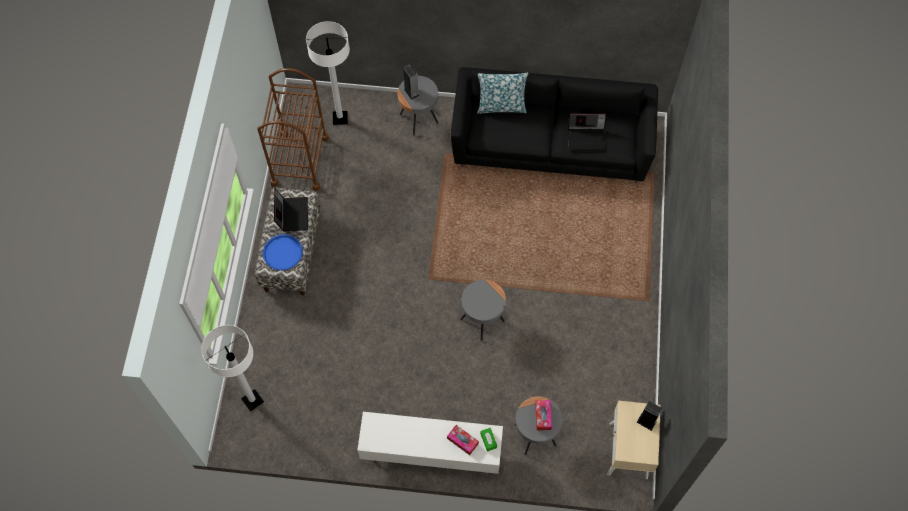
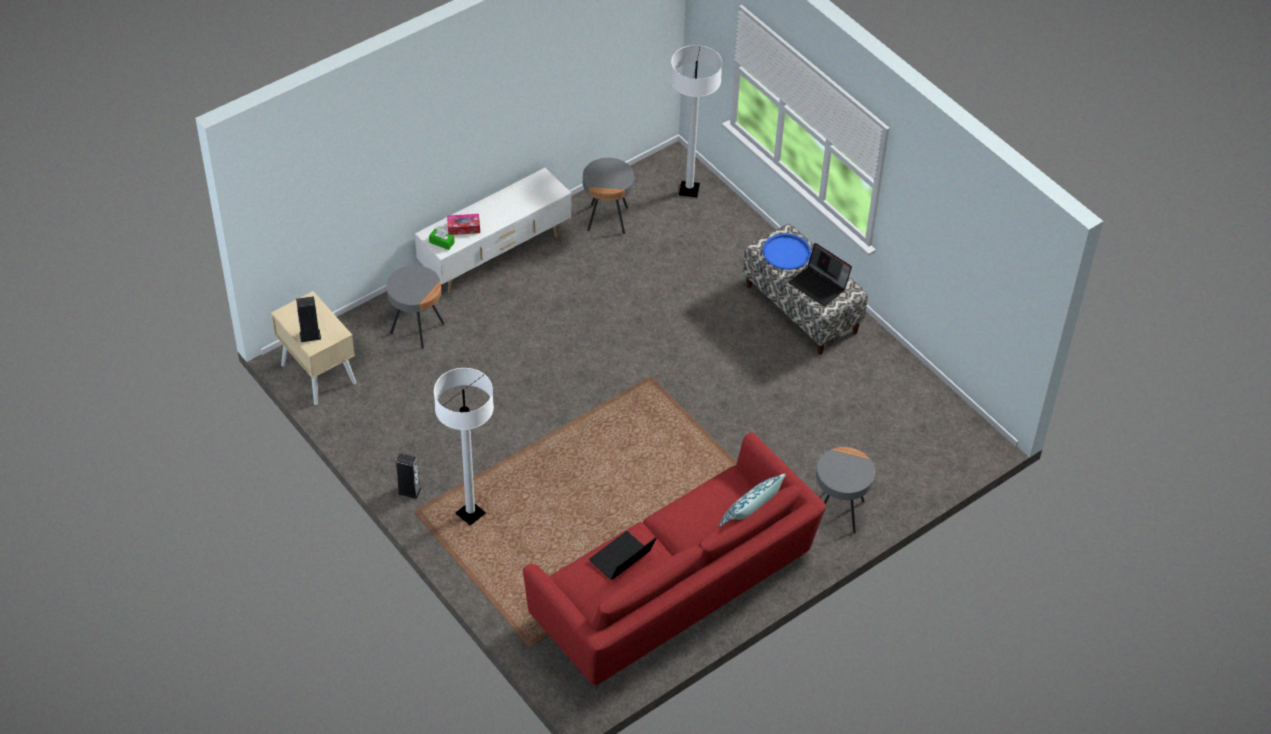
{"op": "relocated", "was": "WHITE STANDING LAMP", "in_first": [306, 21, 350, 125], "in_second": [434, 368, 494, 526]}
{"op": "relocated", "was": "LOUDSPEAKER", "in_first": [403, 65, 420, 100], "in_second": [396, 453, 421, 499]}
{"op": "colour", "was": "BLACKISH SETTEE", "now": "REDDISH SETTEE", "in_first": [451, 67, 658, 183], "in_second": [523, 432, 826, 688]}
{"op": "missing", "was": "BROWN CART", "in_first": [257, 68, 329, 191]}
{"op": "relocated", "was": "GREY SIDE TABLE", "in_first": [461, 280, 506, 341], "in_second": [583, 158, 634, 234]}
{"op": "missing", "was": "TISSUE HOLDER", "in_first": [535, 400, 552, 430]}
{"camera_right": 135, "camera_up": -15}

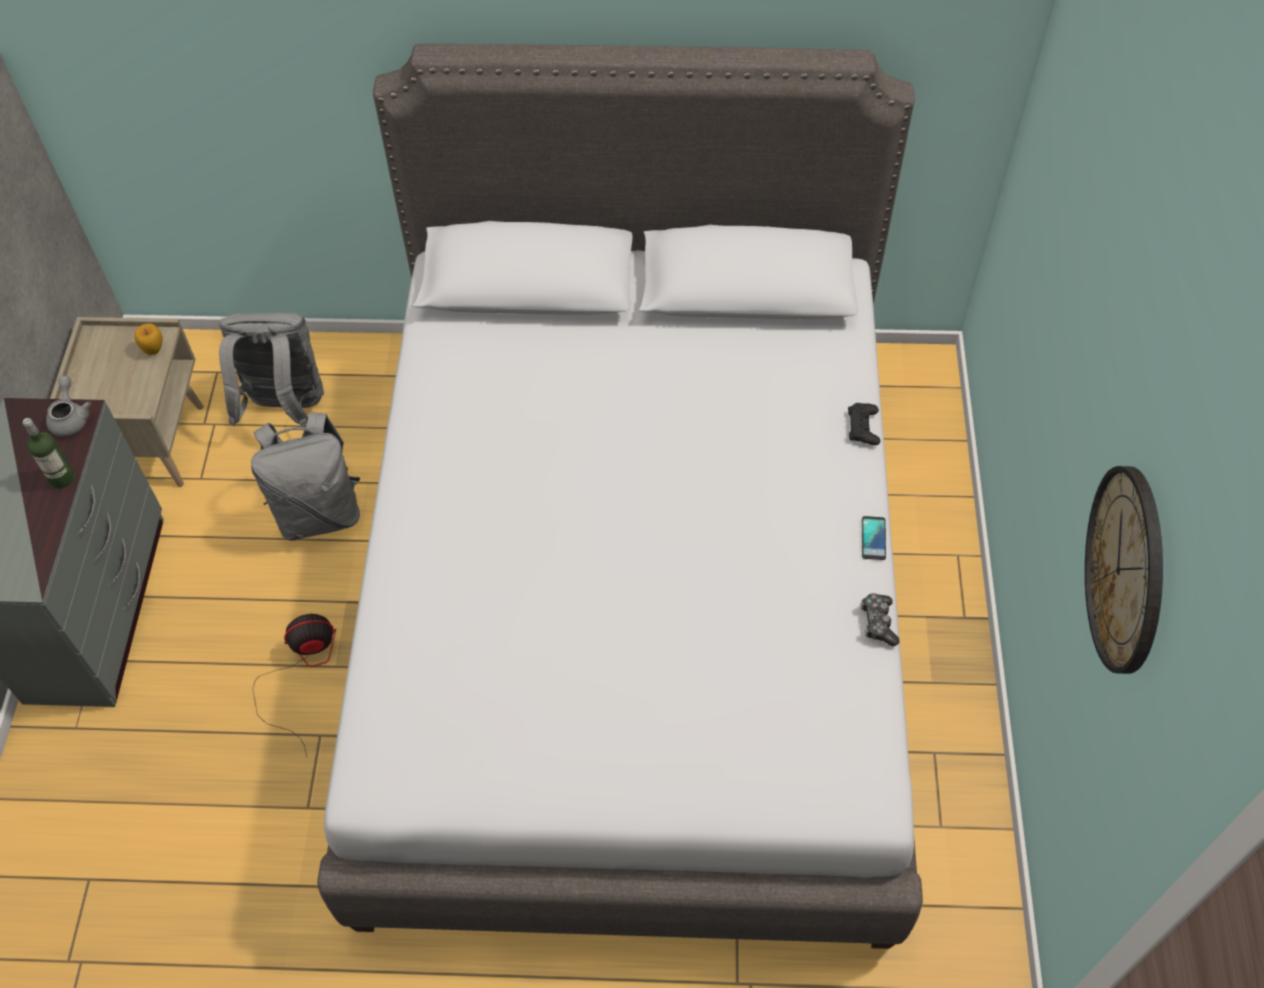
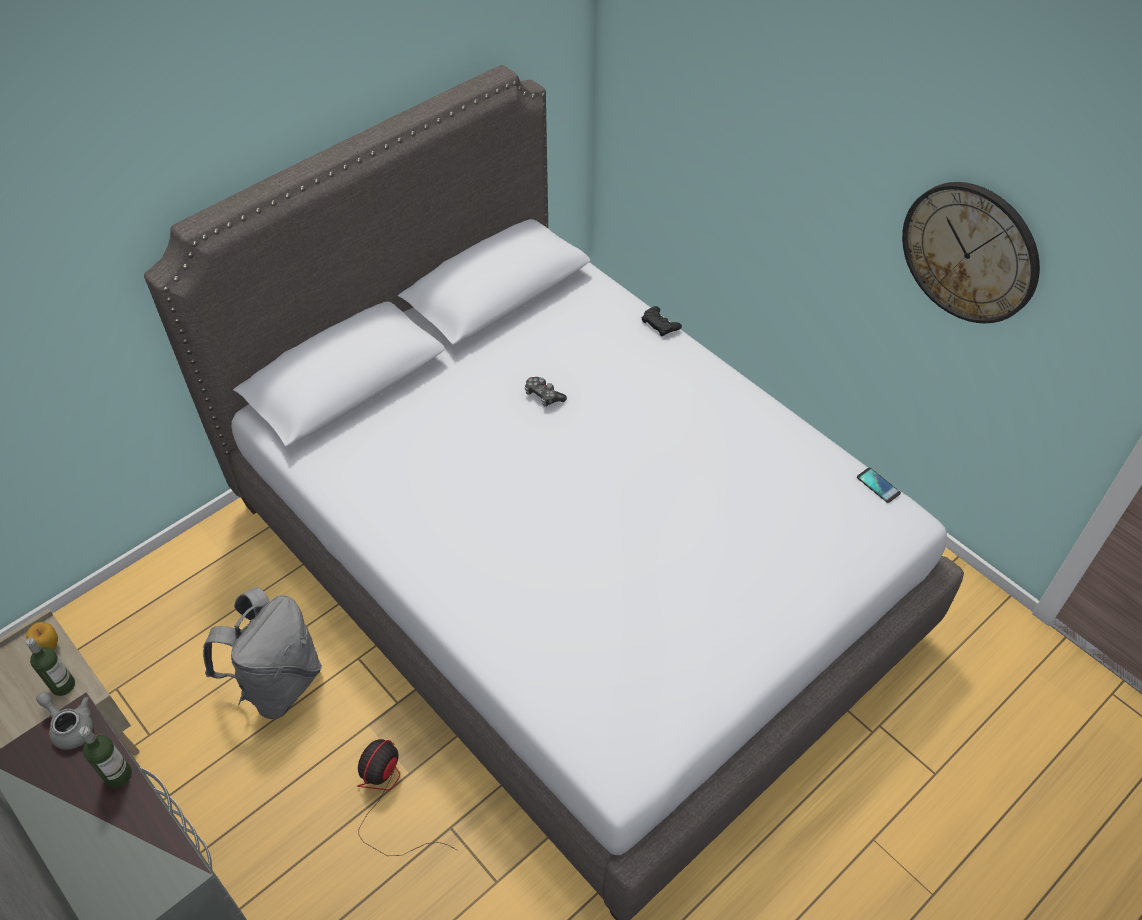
{"op": "missing", "was": "GREY RUCKSACK", "in_first": [219, 312, 324, 427]}
{"op": "relocated", "was": "TELEPHONE", "in_first": [862, 516, 886, 560], "in_second": [857, 468, 901, 503]}
{"op": "relocated", "was": "JOYPAD", "in_first": [861, 593, 900, 646], "in_second": [525, 377, 567, 406]}
{"op": "appeared", "now": "BEVERAGE BOTTLE", "in_second": [26, 638, 75, 696]}
{"camera_right": -45, "camera_up": -5}

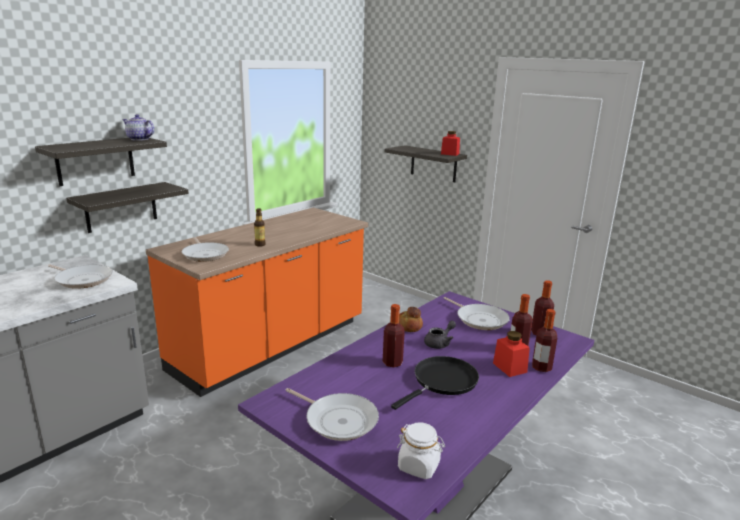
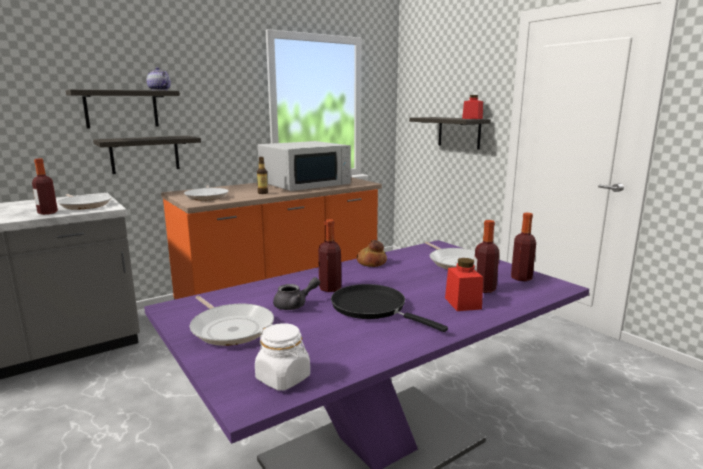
{"op": "relocated", "was": "BEVERAGE BOTTLE", "in_first": [532, 309, 557, 372], "in_second": [32, 159, 58, 215]}
{"op": "relocated", "was": "GREY TEA POT", "in_first": [424, 321, 456, 349], "in_second": [273, 277, 320, 310]}
{"op": "spun", "was": "BLACKISH SKILLET", "in_first": [391, 356, 479, 410], "in_second": [331, 284, 448, 332], "clockwise": -105}
{"op": "appeared", "now": "WHITE MICROWAVE", "in_second": [258, 141, 351, 191]}
{"camera_right": 15, "camera_up": -5}

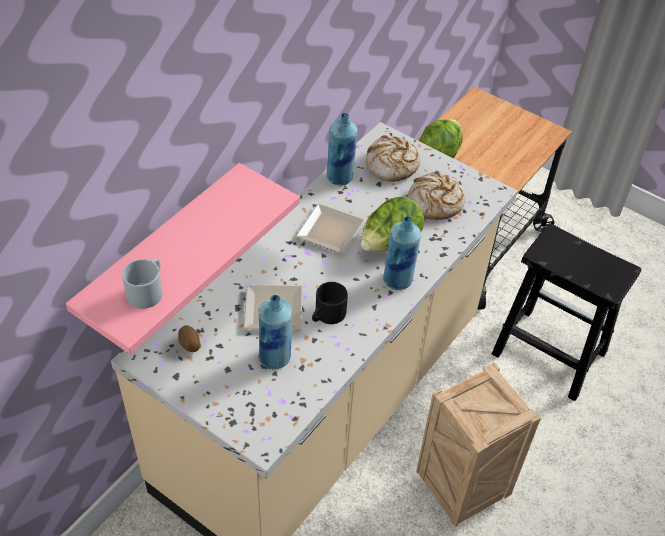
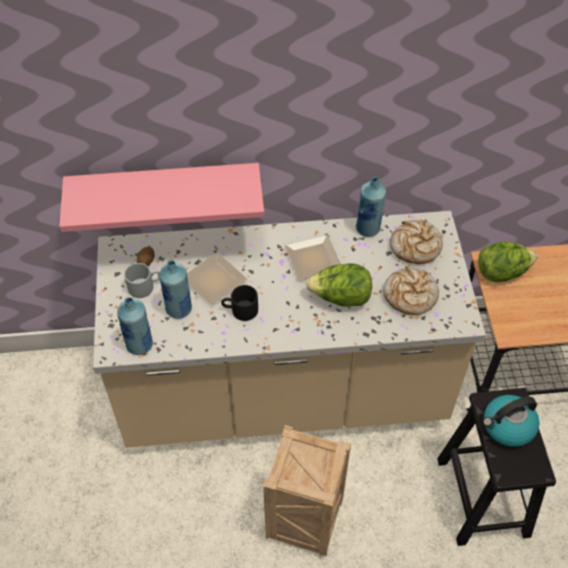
{"op": "relocated", "was": "BLUE BEVERAGE BOTTLE", "in_first": [383, 216, 421, 290], "in_second": [117, 297, 153, 355]}
{"op": "relocated", "was": "GREY TEA MUG", "in_first": [122, 258, 163, 309], "in_second": [124, 263, 160, 298]}
{"op": "appeared", "now": "KETTLE", "in_second": [483, 395, 539, 447]}
{"camera_right": 50, "camera_up": 5}

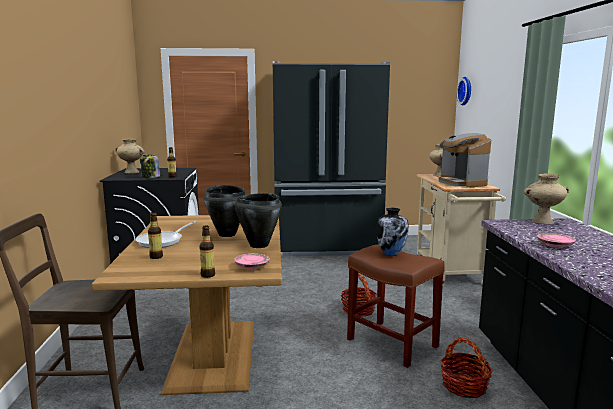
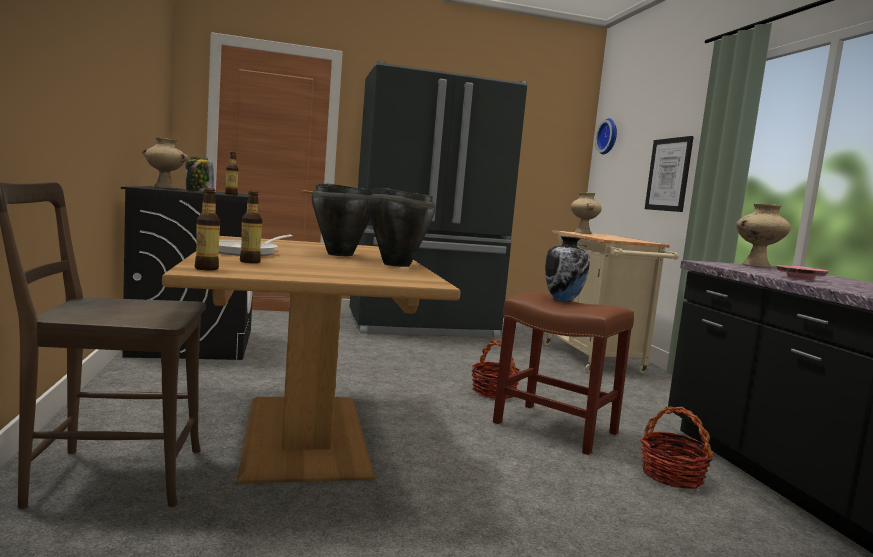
{"op": "missing", "was": "COFFEE BREWER", "in_first": [438, 133, 491, 188]}
{"op": "relocated", "was": "BEVERAGE BOTTLE", "in_first": [199, 225, 215, 278], "in_second": [195, 188, 220, 270]}
{"op": "missing", "was": "PINK PLATE", "in_first": [234, 253, 270, 269]}
{"op": "appeared", "now": "WALL PICTURE", "in_second": [645, 136, 694, 212]}
{"camera_right": -10, "camera_up": -5}

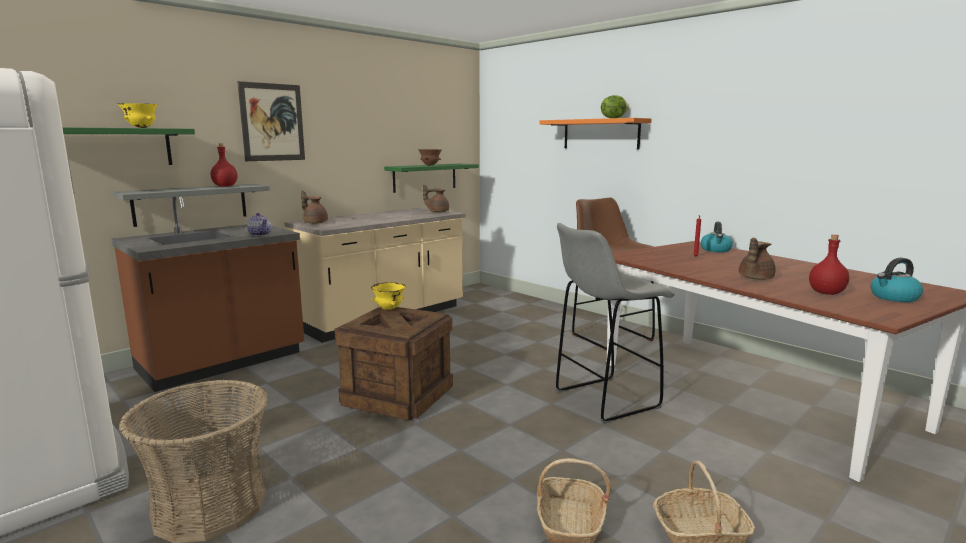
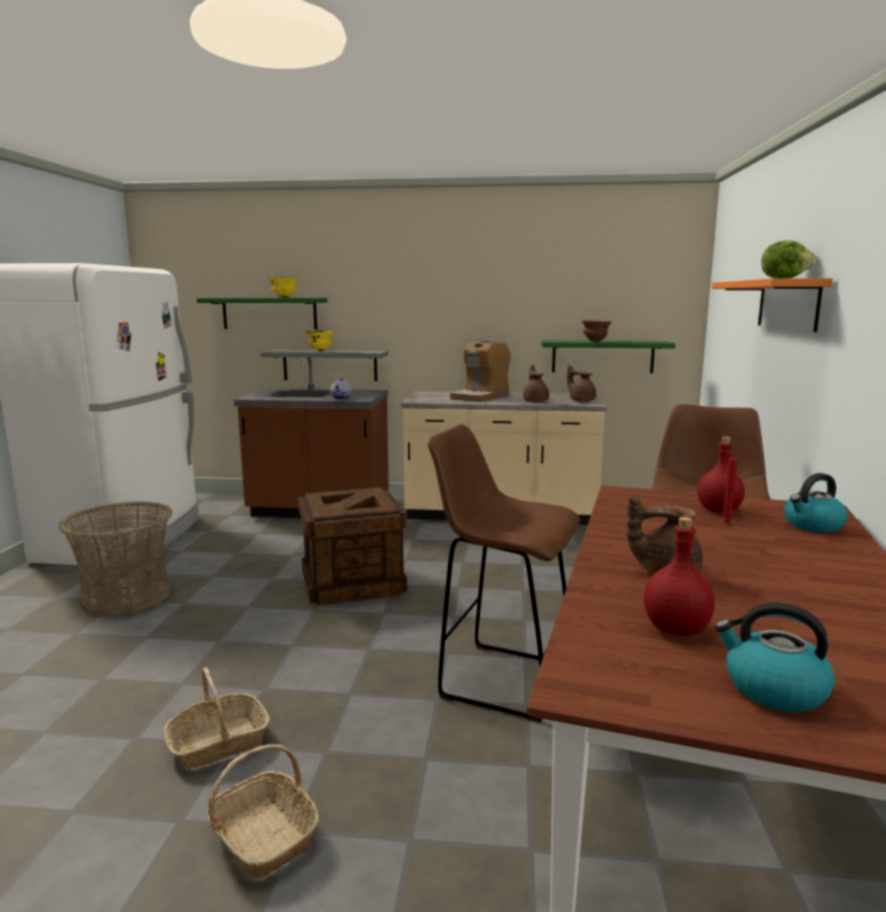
{"op": "missing", "was": "WALL PICTURE", "in_first": [237, 81, 305, 161]}
{"op": "relocated", "was": "REDDISH BEVERAGE BOTTLE", "in_first": [211, 143, 238, 187], "in_second": [697, 437, 745, 513]}
{"op": "relocated", "was": "BROWN TEA POT", "in_first": [301, 190, 328, 224], "in_second": [523, 364, 549, 402]}
{"op": "colour", "was": "GREY SITTING STOOL", "now": "BROWN SITTING STOOL", "in_first": [556, 223, 675, 424], "in_second": [428, 424, 580, 723]}
{"op": "relocated", "was": "YELLOW DEEP DISH", "in_first": [371, 282, 406, 310], "in_second": [305, 331, 334, 351]}
{"op": "appeared", "now": "COFFEE BREWER", "in_second": [450, 341, 511, 402]}
{"camera_right": 50, "camera_up": 0}

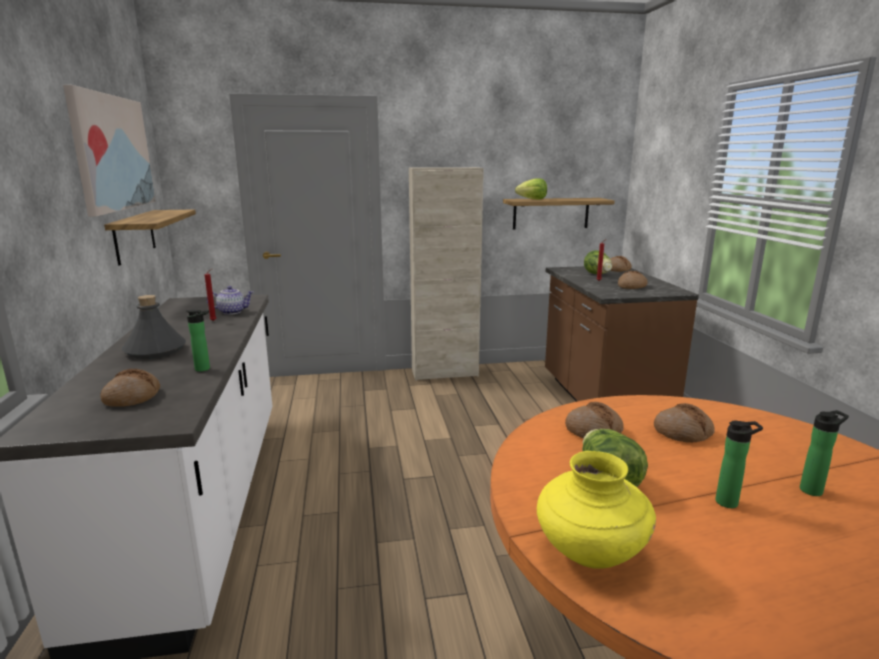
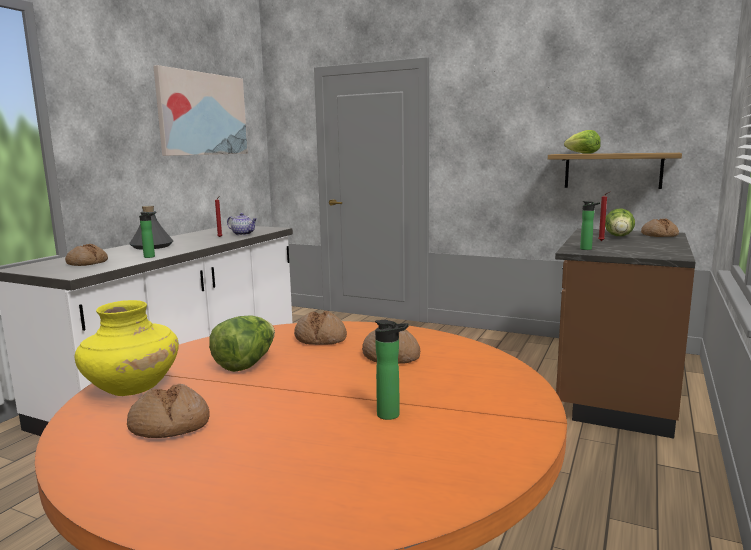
{"op": "missing", "was": "BEIGE-COLOURED STORAGE CABINET", "in_first": [409, 167, 484, 381]}
{"op": "missing", "was": "SHELF", "in_first": [104, 209, 196, 266]}
{"op": "relocated", "was": "BAKERY BREAD", "in_first": [618, 271, 648, 289], "in_second": [127, 384, 209, 438]}
{"op": "relocated", "was": "BEVERAGE BOTTLE", "in_first": [715, 420, 763, 508], "in_second": [580, 201, 600, 250]}
{"camera_right": 35, "camera_up": -5}

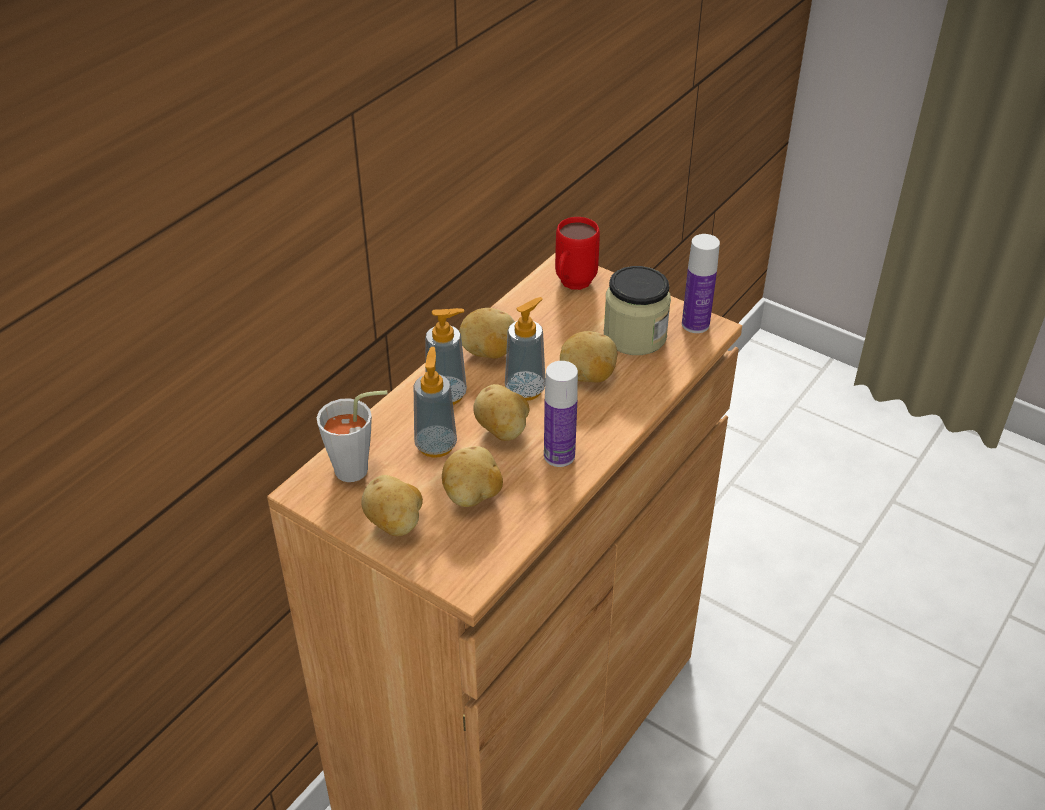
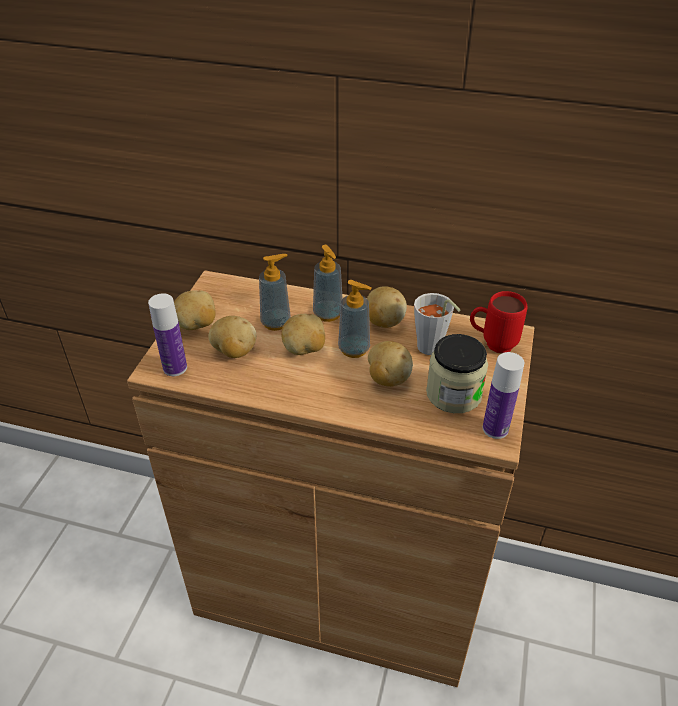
{"op": "relocated", "was": "BEVERAGE BOTTLE", "in_first": [544, 361, 578, 467], "in_second": [148, 293, 187, 376]}
{"op": "relocated", "was": "GREY SMALL CUP", "in_first": [317, 391, 387, 482], "in_second": [414, 293, 460, 355]}
{"camera_right": 70, "camera_up": 0}

